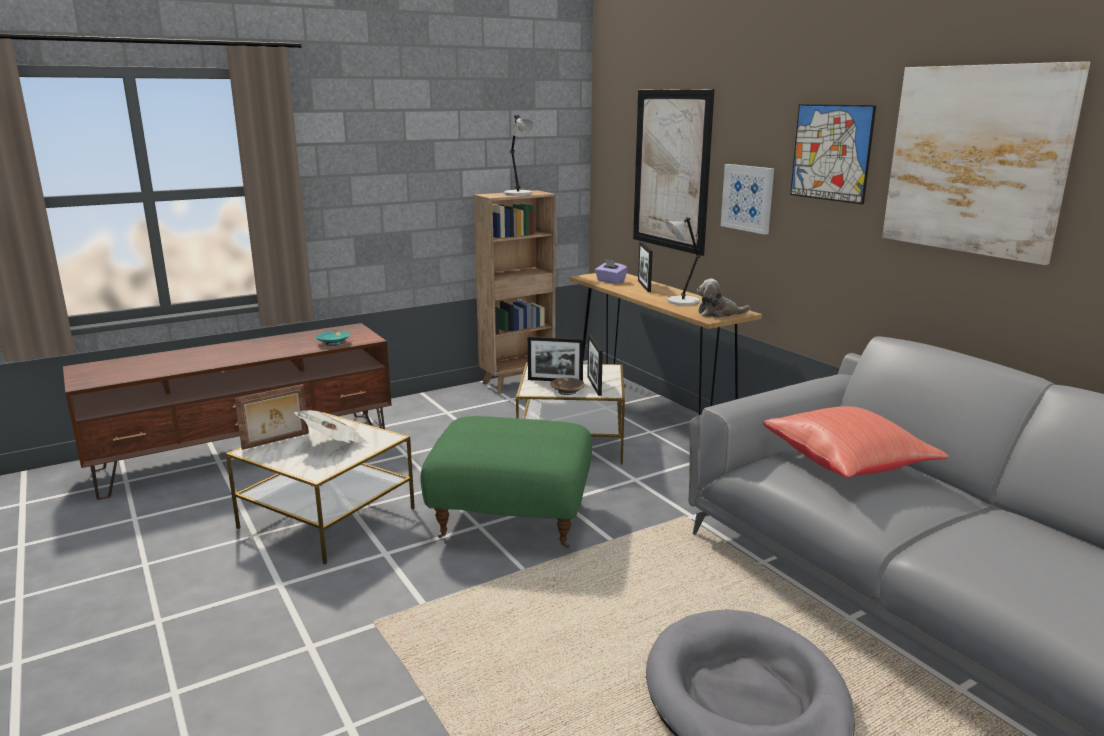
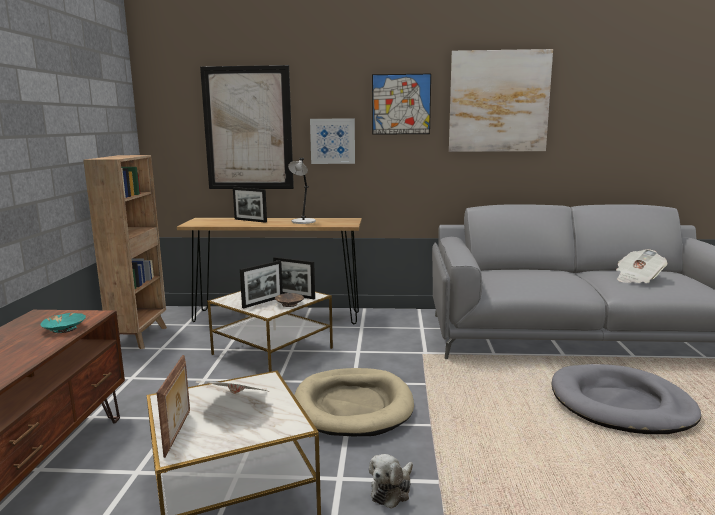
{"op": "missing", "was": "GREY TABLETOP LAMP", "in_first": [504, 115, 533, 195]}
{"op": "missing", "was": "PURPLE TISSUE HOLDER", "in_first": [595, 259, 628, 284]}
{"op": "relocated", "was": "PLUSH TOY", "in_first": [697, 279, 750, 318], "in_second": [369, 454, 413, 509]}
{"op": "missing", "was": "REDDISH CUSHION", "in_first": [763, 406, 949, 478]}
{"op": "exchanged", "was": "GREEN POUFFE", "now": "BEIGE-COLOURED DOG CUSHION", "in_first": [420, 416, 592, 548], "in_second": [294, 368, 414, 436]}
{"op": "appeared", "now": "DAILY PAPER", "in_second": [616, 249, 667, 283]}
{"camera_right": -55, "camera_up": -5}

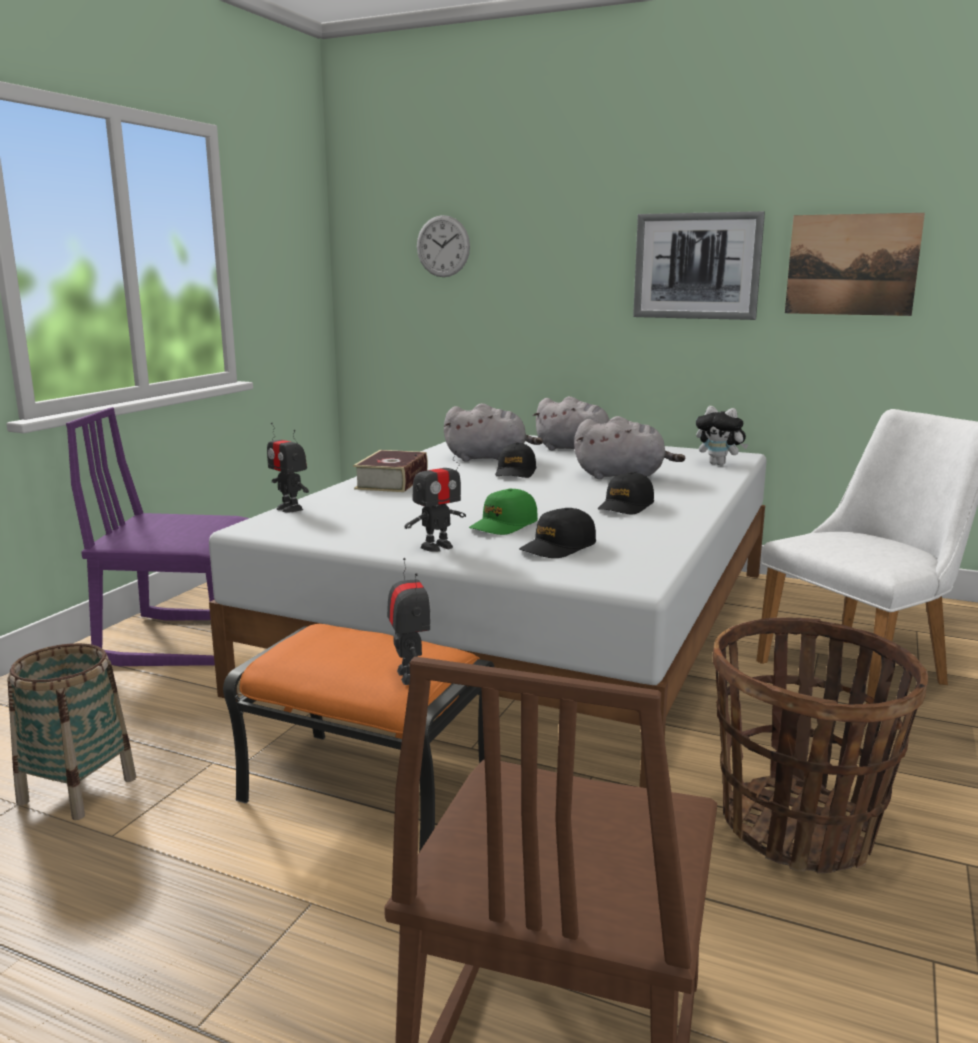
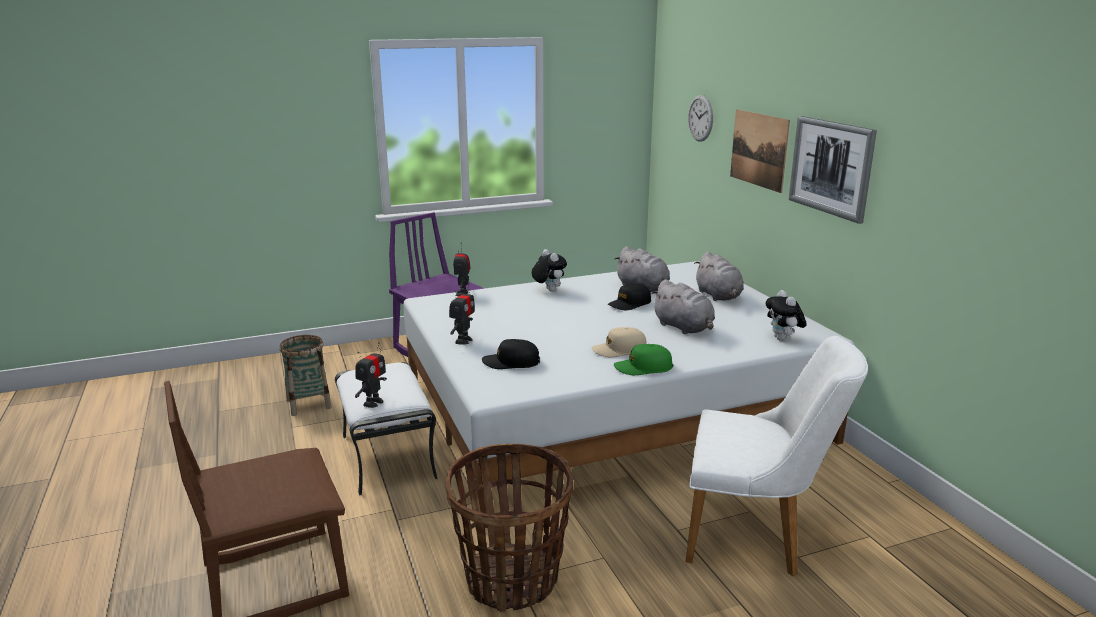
{"op": "relocated", "was": "WALL PICTURE", "in_first": [785, 213, 925, 316], "in_second": [730, 109, 790, 193]}
{"op": "exchanged", "was": "VOLUME", "now": "PLUSH TOY", "in_first": [353, 450, 428, 492], "in_second": [532, 249, 567, 292]}
{"op": "spun", "was": "ROBOT FIGURE", "in_first": [404, 451, 466, 552], "in_second": [449, 283, 475, 345], "clockwise": -75}
{"op": "colour", "was": "BLACKISH PEAKED CAP", "now": "BEIGE-COLOURED PEAKED CAP", "in_first": [598, 472, 654, 514], "in_second": [591, 327, 647, 357]}
{"op": "relocated", "was": "GREEN PEAKED CAP", "in_first": [469, 488, 538, 535], "in_second": [614, 344, 673, 375]}
{"op": "colour", "was": "ORANGE POUFFE", "now": "WHITE POUFFE", "in_first": [223, 624, 494, 852], "in_second": [335, 362, 438, 496]}
{"camera_right": 45, "camera_up": 5}

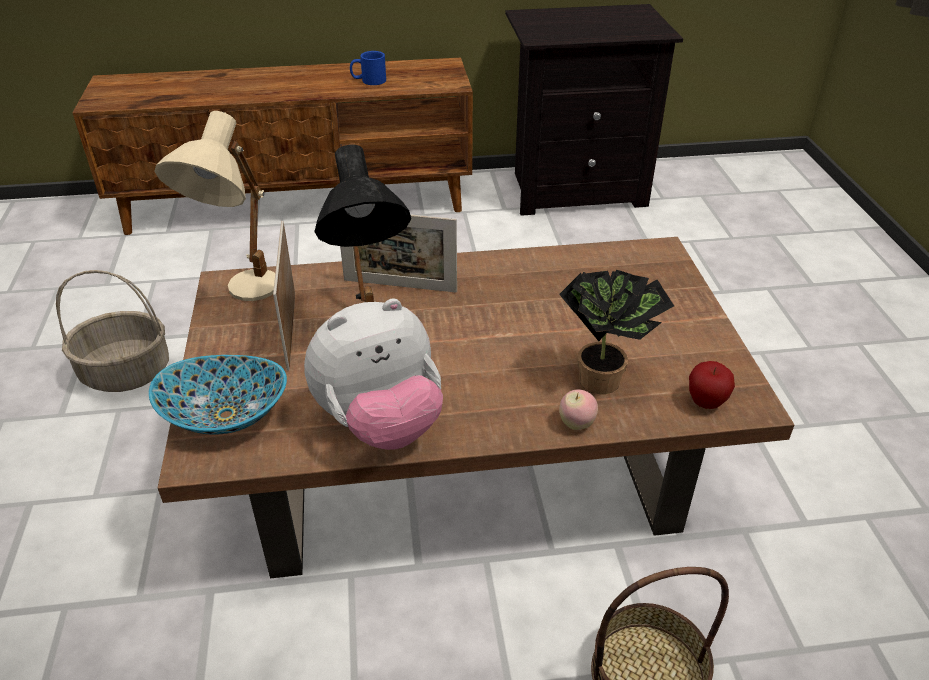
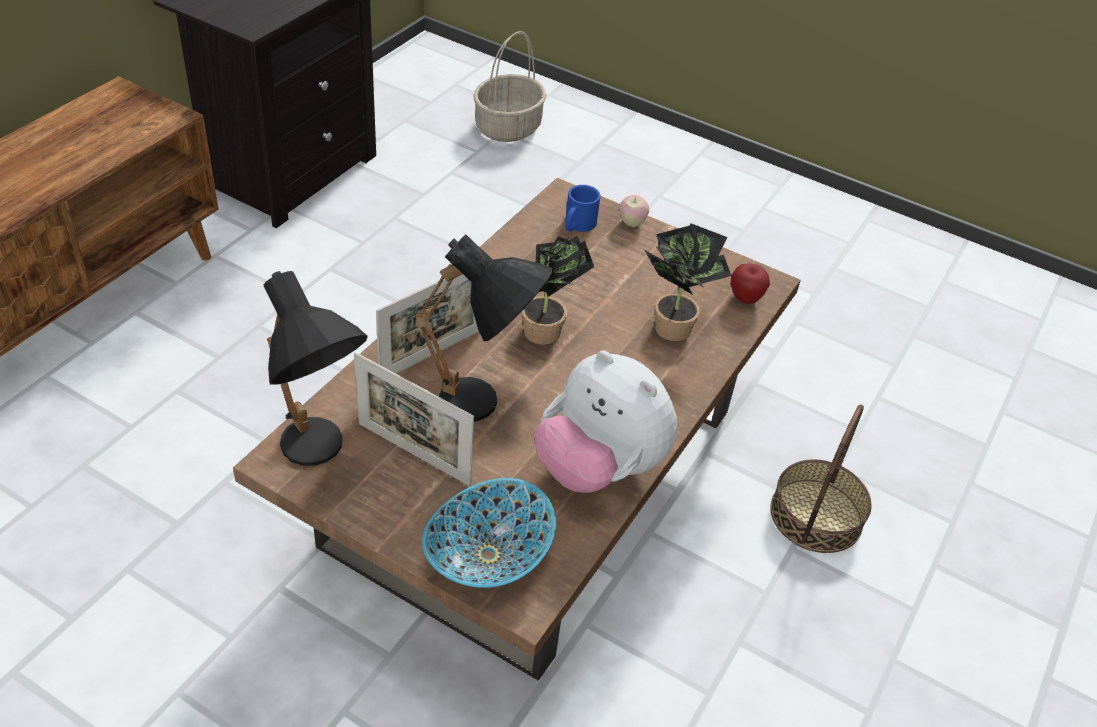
{"op": "relocated", "was": "BLUE TEA MUG", "in_first": [350, 51, 386, 85], "in_second": [565, 185, 601, 232]}
{"op": "colour", "was": "BEIGE-COLOURED TABLETOP LAMP", "now": "BLACKISH TABLETOP LAMP", "in_first": [154, 111, 275, 301], "in_second": [264, 271, 368, 466]}
{"op": "relocated", "was": "STORAGE BASKET", "in_first": [56, 270, 169, 392], "in_second": [473, 31, 547, 142]}
{"op": "spun", "was": "PLUSH TOY", "in_first": [304, 298, 443, 450], "in_second": [535, 350, 677, 493], "clockwise": 120}
{"op": "relocated", "was": "APPLE FRUIT", "in_first": [559, 389, 598, 430], "in_second": [619, 195, 649, 227]}
{"op": "appeared", "now": "PLANT IN A POT", "in_second": [521, 236, 594, 345]}
{"camera_right": -55, "camera_up": 5}

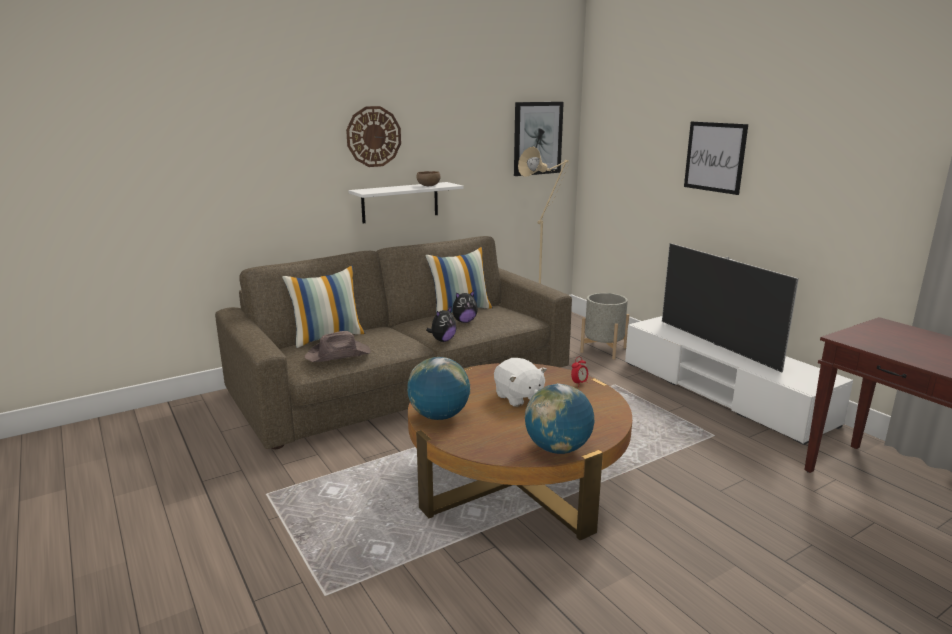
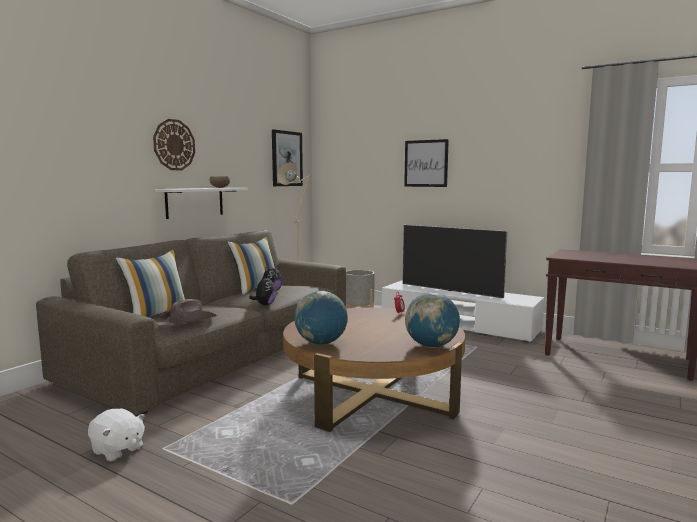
{"op": "relocated", "was": "WHITE PLUSH TOY", "in_first": [494, 358, 547, 407], "in_second": [88, 409, 146, 462]}
{"camera_right": -25, "camera_up": -10}

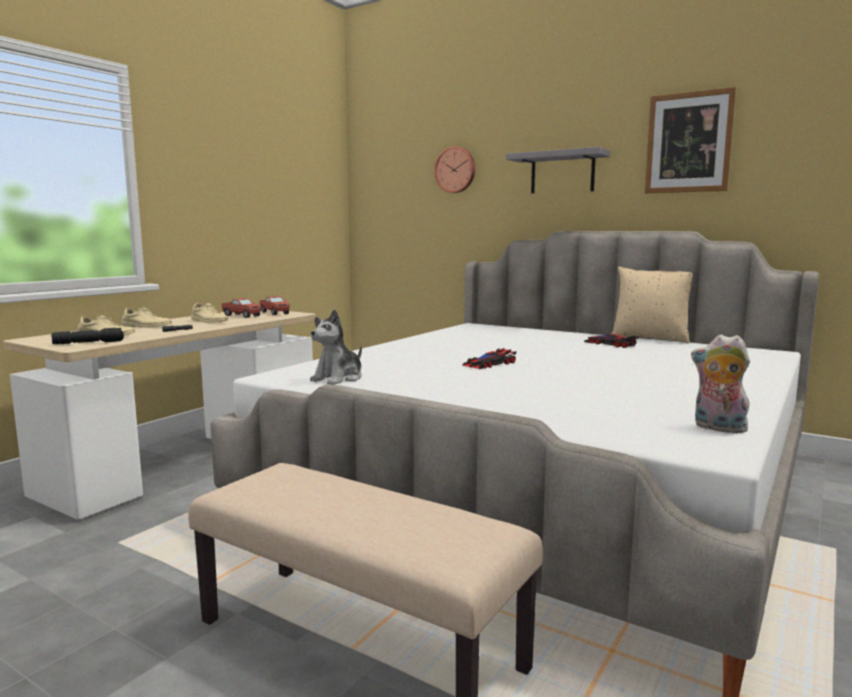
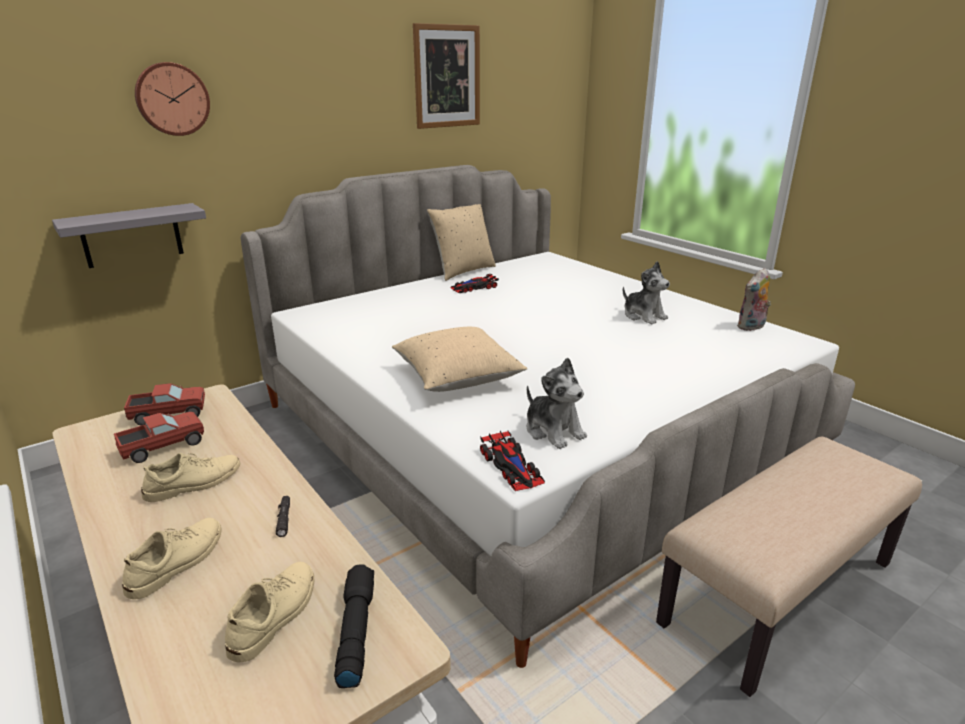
{"op": "relocated", "was": "GREY SHELF", "in_first": [506, 147, 610, 193], "in_second": [52, 203, 206, 268]}
{"op": "relocated", "was": "TOY CAR", "in_first": [463, 348, 516, 369], "in_second": [480, 431, 545, 491]}
{"op": "appeared", "now": "PLUSH TOY", "in_second": [623, 261, 670, 324]}
{"op": "appeared", "now": "BEIGE-COLOURED CUSHION", "in_second": [392, 327, 527, 392]}
{"camera_right": -70, "camera_up": 15}

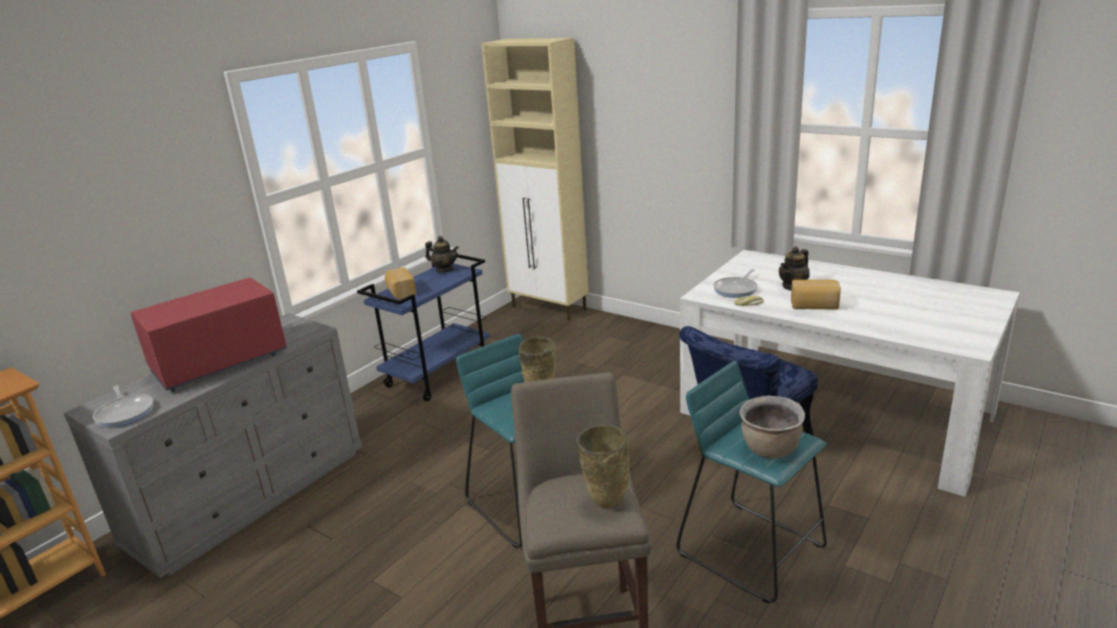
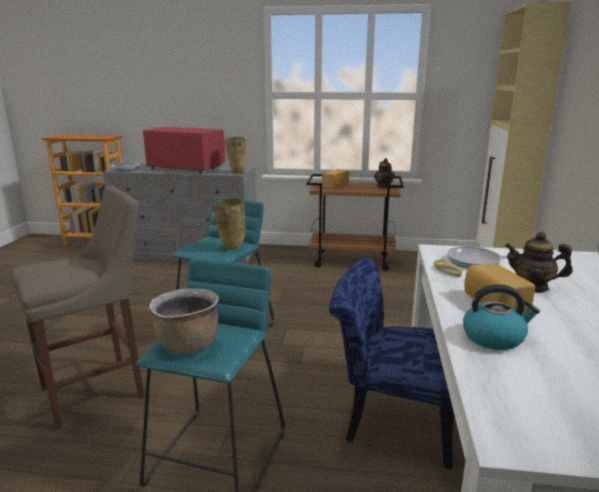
{"op": "colour", "was": "BLUE CART", "now": "BROWN CART", "in_first": [357, 254, 490, 401], "in_second": [307, 174, 404, 271]}
{"op": "relocated", "was": "BEIGE-COLOURED VASE", "in_first": [577, 425, 630, 508], "in_second": [225, 137, 246, 173]}
{"op": "appeared", "now": "KETTLE", "in_second": [463, 284, 540, 350]}
{"camera_right": 60, "camera_up": -5}

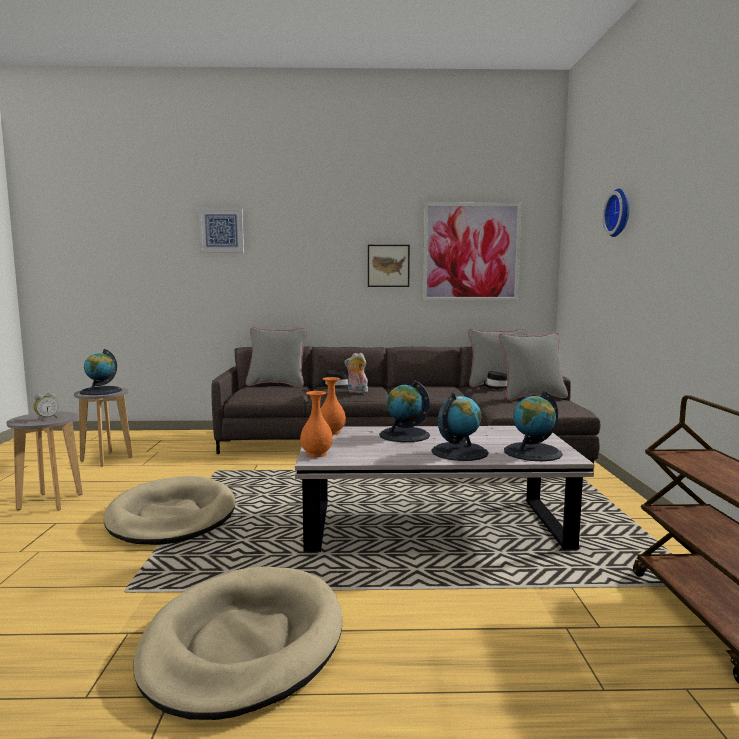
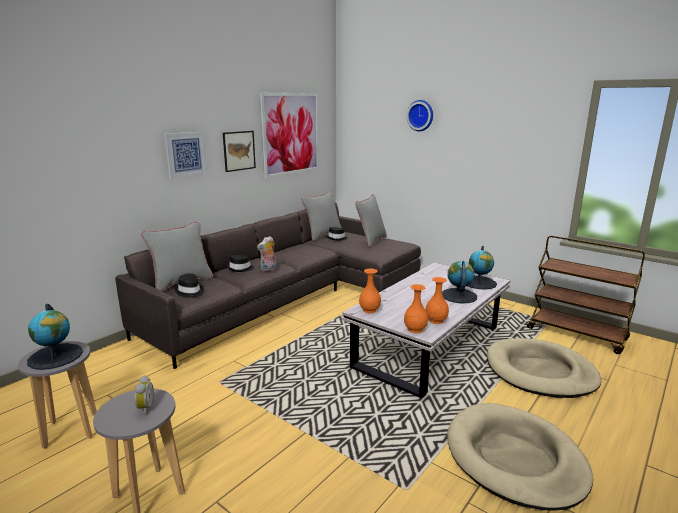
{"op": "relocated", "was": "WALL PICTURE", "in_first": [198, 208, 244, 253], "in_second": [164, 132, 207, 179]}
{"op": "missing", "was": "DESK GLOBE", "in_first": [379, 380, 430, 442]}
{"op": "relocated", "was": "BEIGE-COLOURED DOG CUSHION", "in_first": [104, 476, 235, 545], "in_second": [487, 338, 601, 398]}
{"op": "appeared", "now": "BLACKISH CLOTHING HAT", "in_second": [175, 273, 204, 298]}
{"op": "appeared", "now": "ORANGE VASE", "in_second": [426, 277, 449, 324]}
{"camera_right": -50, "camera_up": 10}

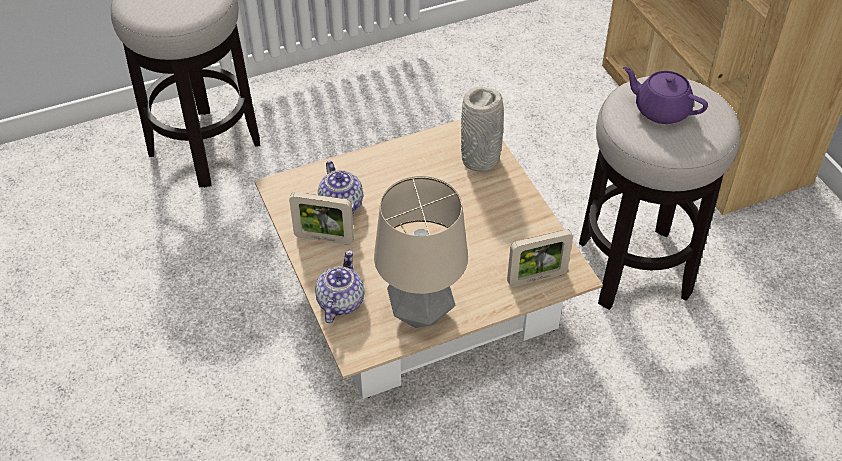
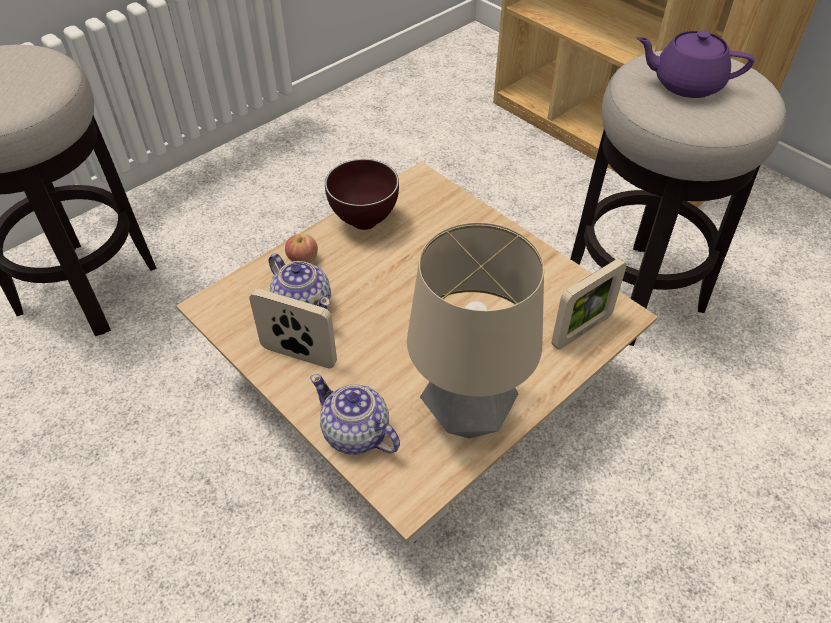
{"op": "missing", "was": "GREY VASE", "in_first": [461, 86, 504, 172]}
{"op": "spun", "was": "STANDING FRAME", "in_first": [289, 192, 354, 245], "in_second": [249, 289, 337, 368], "clockwise": -150}
{"op": "spun", "was": "TEA POT", "in_first": [315, 250, 365, 323], "in_second": [310, 374, 400, 455], "clockwise": -45}
{"op": "appeared", "now": "BROWN DEEP DISH", "in_second": [325, 159, 399, 230]}
{"op": "appeared", "now": "APPLE FRUIT", "in_second": [285, 233, 318, 263]}
{"camera_right": -20, "camera_up": 0}

